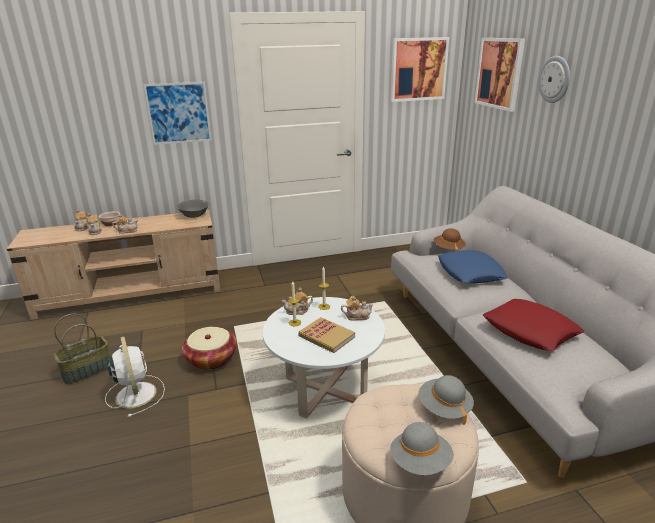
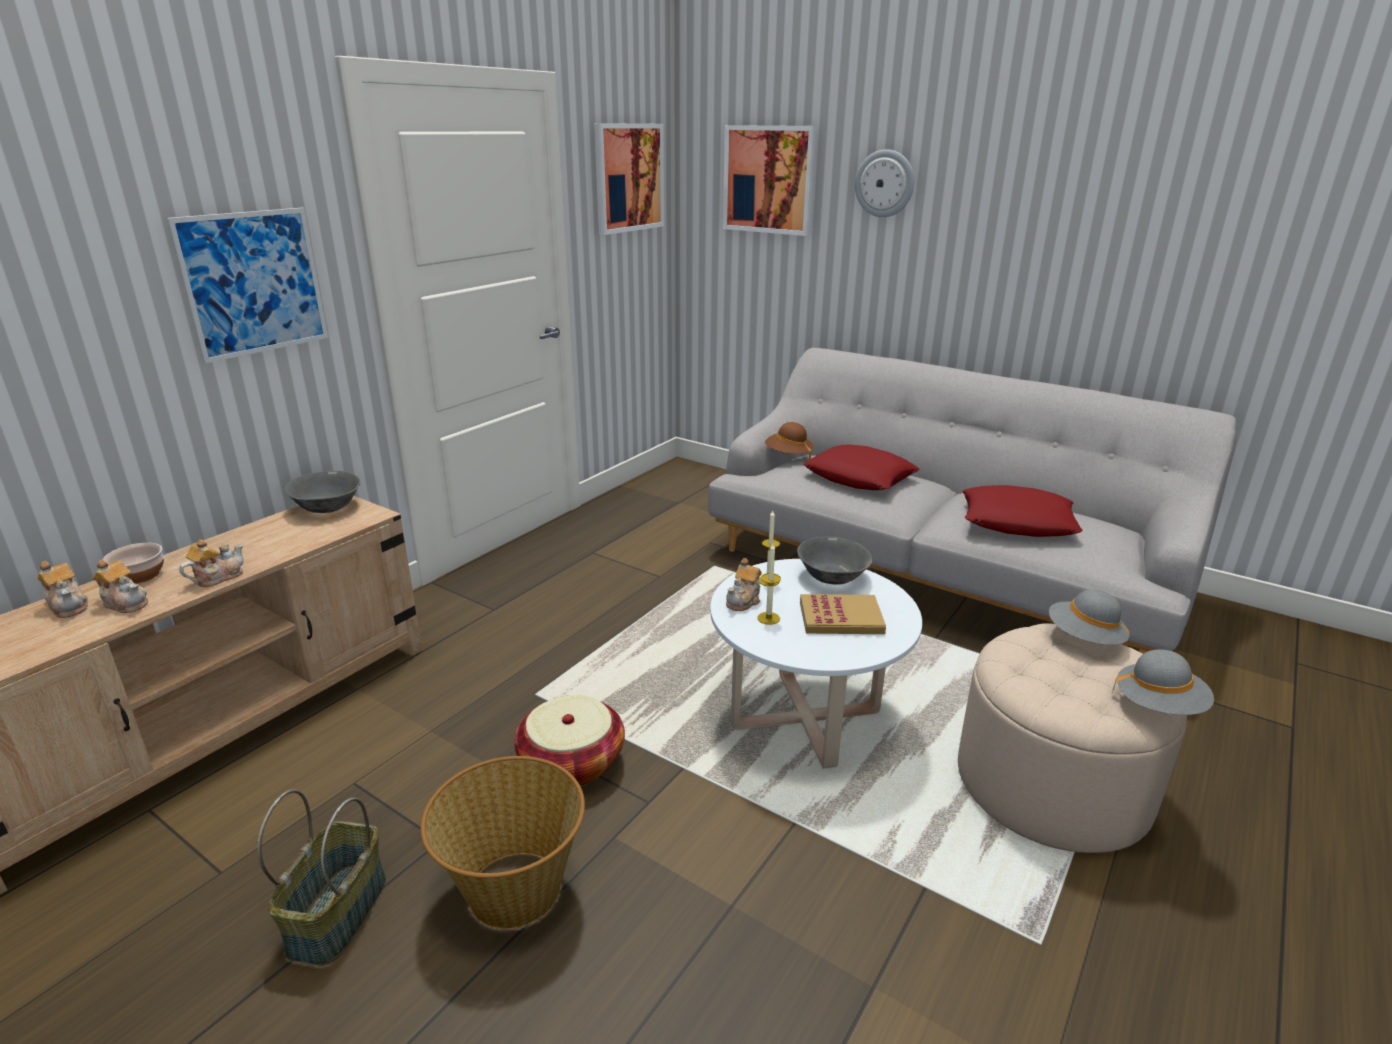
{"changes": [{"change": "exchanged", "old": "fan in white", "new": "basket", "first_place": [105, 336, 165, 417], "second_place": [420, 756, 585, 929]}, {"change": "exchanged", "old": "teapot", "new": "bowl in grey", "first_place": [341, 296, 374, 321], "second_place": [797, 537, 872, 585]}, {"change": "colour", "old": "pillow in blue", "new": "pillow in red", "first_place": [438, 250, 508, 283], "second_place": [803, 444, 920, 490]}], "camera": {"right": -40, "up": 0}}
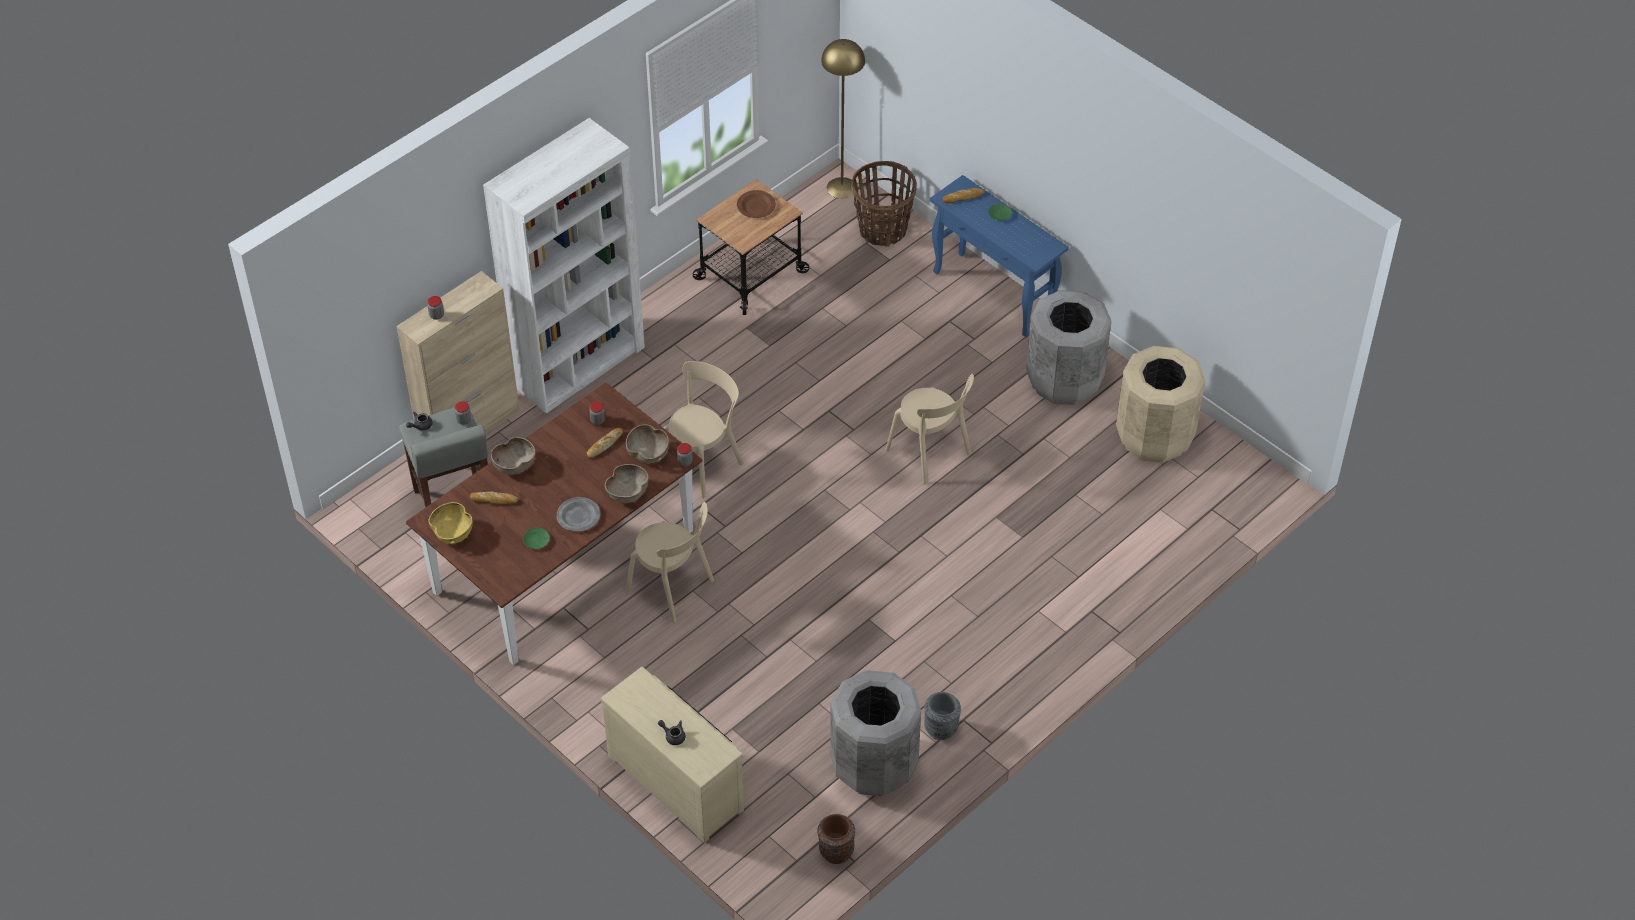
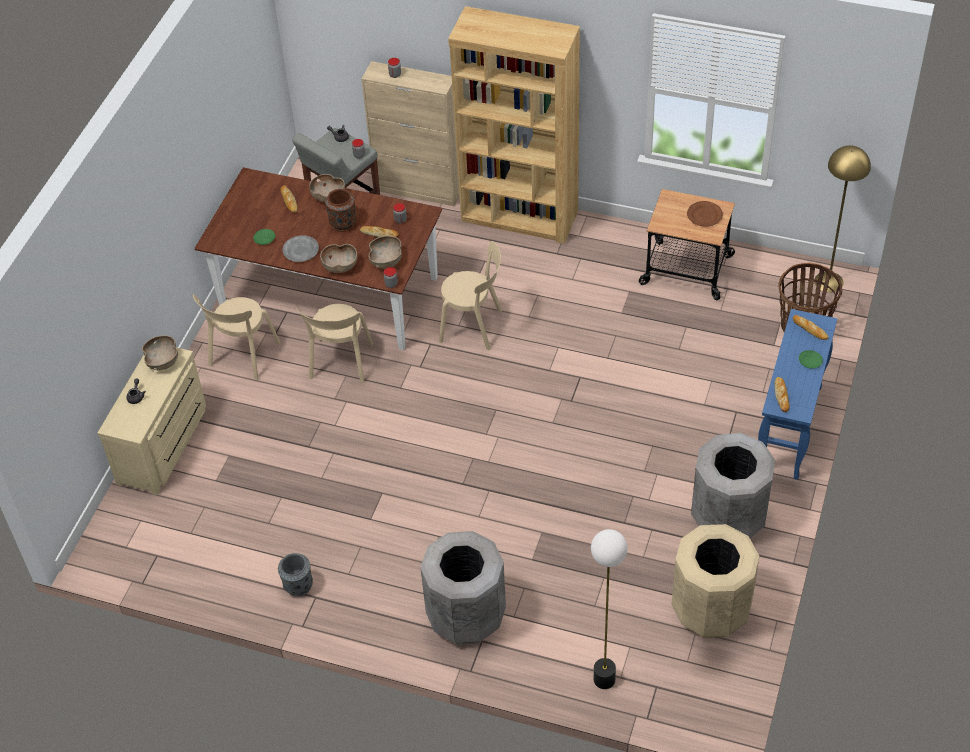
{"changes": [{"change": "appeared", "new": "bowl in brown", "second_place": [142, 335, 178, 370]}, {"change": "relocated", "old": "chair in beige", "first_place": [885, 374, 974, 485], "second_place": [193, 294, 280, 380]}, {"change": "relocated", "old": "vase in brown", "first_place": [817, 814, 855, 864], "second_place": [325, 189, 357, 232]}, {"change": "relocated", "old": "trash can in grey", "first_place": [830, 670, 921, 796], "second_place": [420, 531, 506, 645]}, {"change": "colour", "old": "bookcase in white", "new": "bookcase in brown", "first_place": [483, 118, 645, 413], "second_place": [448, 6, 580, 244]}, {"change": "appeared", "new": "floor lamp", "second_place": [591, 529, 628, 689]}, {"change": "appeared", "new": "bread", "second_place": [774, 377, 790, 412]}, {"change": "missing", "old": "bowl in yellow", "first_place": [429, 502, 473, 544]}], "camera": {"right": 65, "up": 0}}
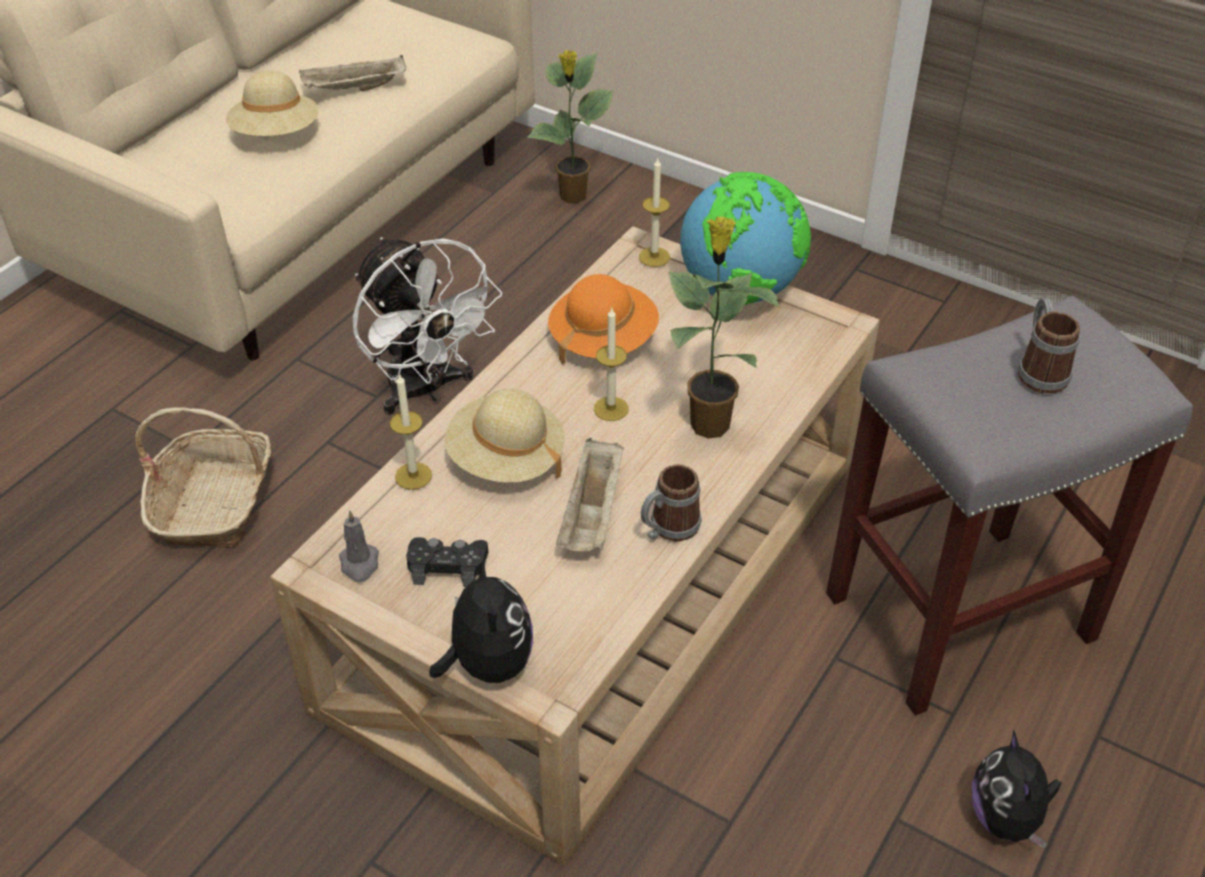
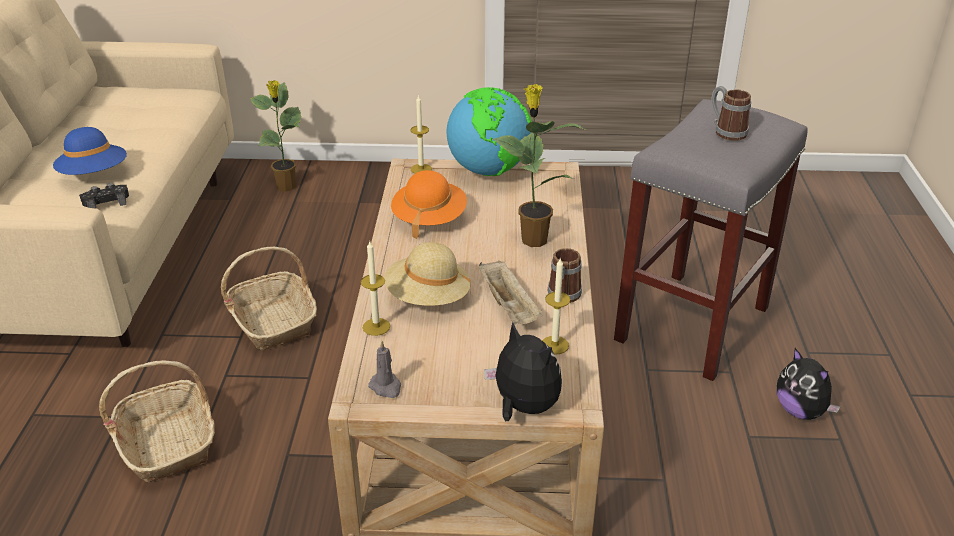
{"changes": [{"change": "colour", "old": "hat in beige", "new": "hat in blue", "first_place": [226, 71, 319, 136], "second_place": [53, 127, 127, 175]}, {"change": "relocated", "old": "game controller in black", "first_place": [406, 537, 489, 587], "second_place": [79, 183, 129, 209]}, {"change": "exchanged", "old": "fan in white", "new": "basket", "first_place": [353, 237, 502, 415], "second_place": [221, 247, 317, 351]}, {"change": "relocated", "old": "candle", "first_place": [594, 307, 629, 421], "second_place": [542, 259, 570, 354]}, {"change": "missing", "old": "tray in beige", "first_place": [299, 55, 406, 91]}], "camera": {"right": -30, "up": -10}}
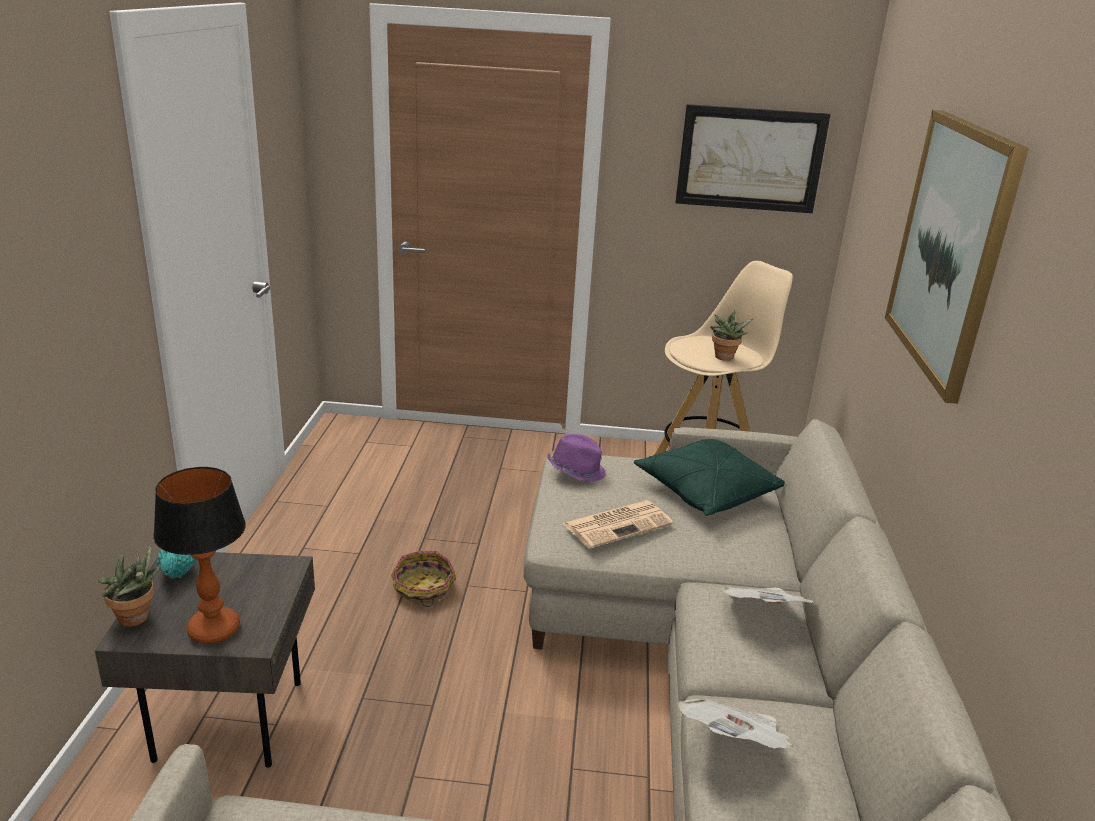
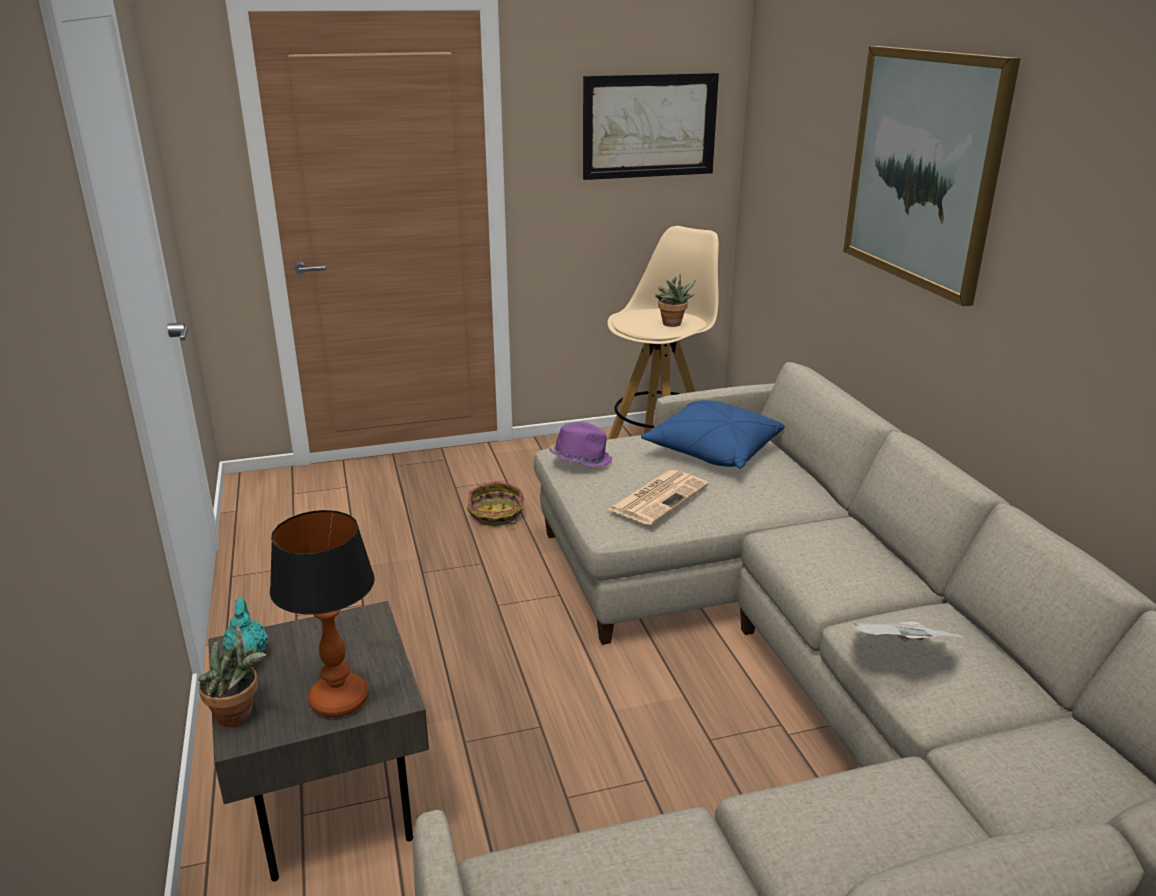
{"changes": [{"change": "relocated", "old": "basket", "first_place": [391, 551, 456, 607], "second_place": [467, 481, 524, 526]}, {"change": "colour", "old": "pillow in green", "new": "pillow in blue", "first_place": [634, 439, 785, 516], "second_place": [641, 400, 785, 469]}, {"change": "missing", "old": "newspaper", "first_place": [721, 586, 814, 604]}], "camera": {"right": -20, "up": 0}}
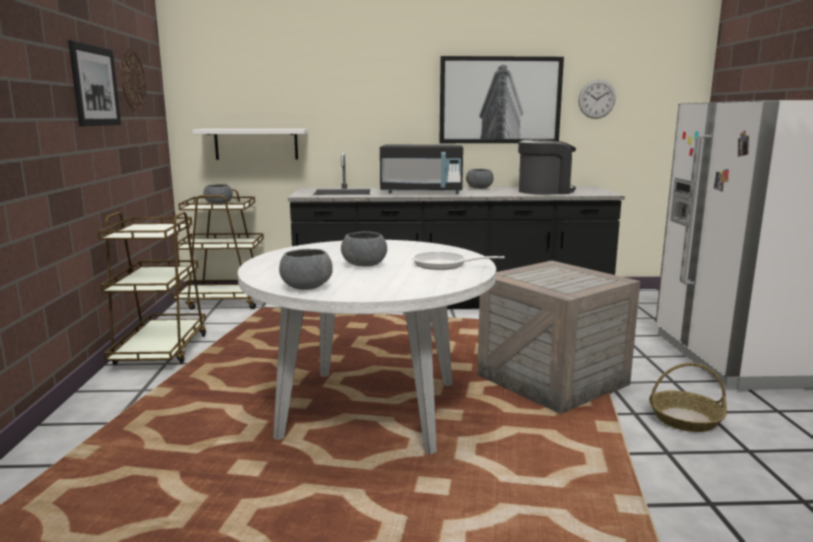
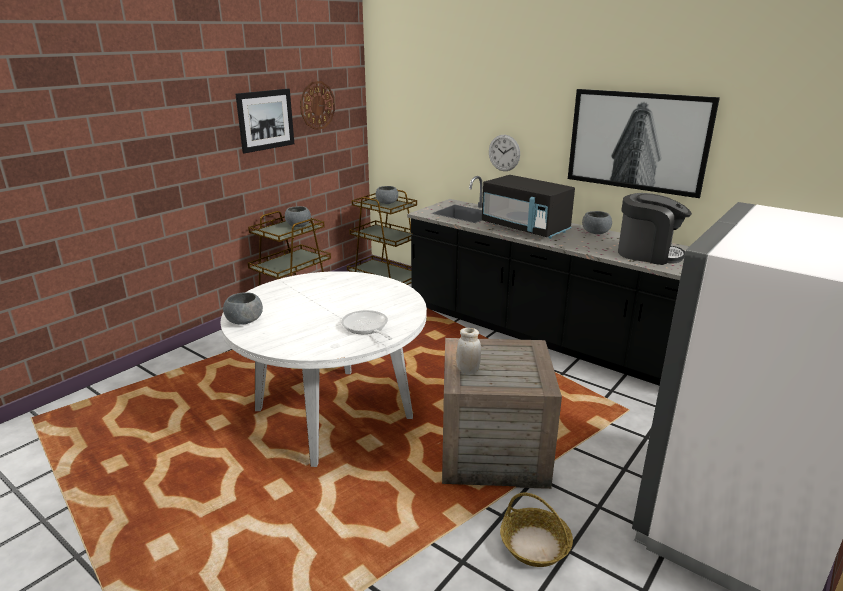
{"changes": [{"change": "relocated", "old": "bowl in grey", "first_place": [341, 231, 387, 267], "second_place": [285, 206, 311, 227]}, {"change": "appeared", "new": "jar in white", "second_place": [456, 328, 481, 374]}, {"change": "relocated", "old": "wall clock", "first_place": [578, 80, 616, 119], "second_place": [489, 135, 520, 171]}, {"change": "missing", "old": "shelf in white", "first_place": [192, 129, 308, 160]}], "camera": {"right": 40, "up": 10}}
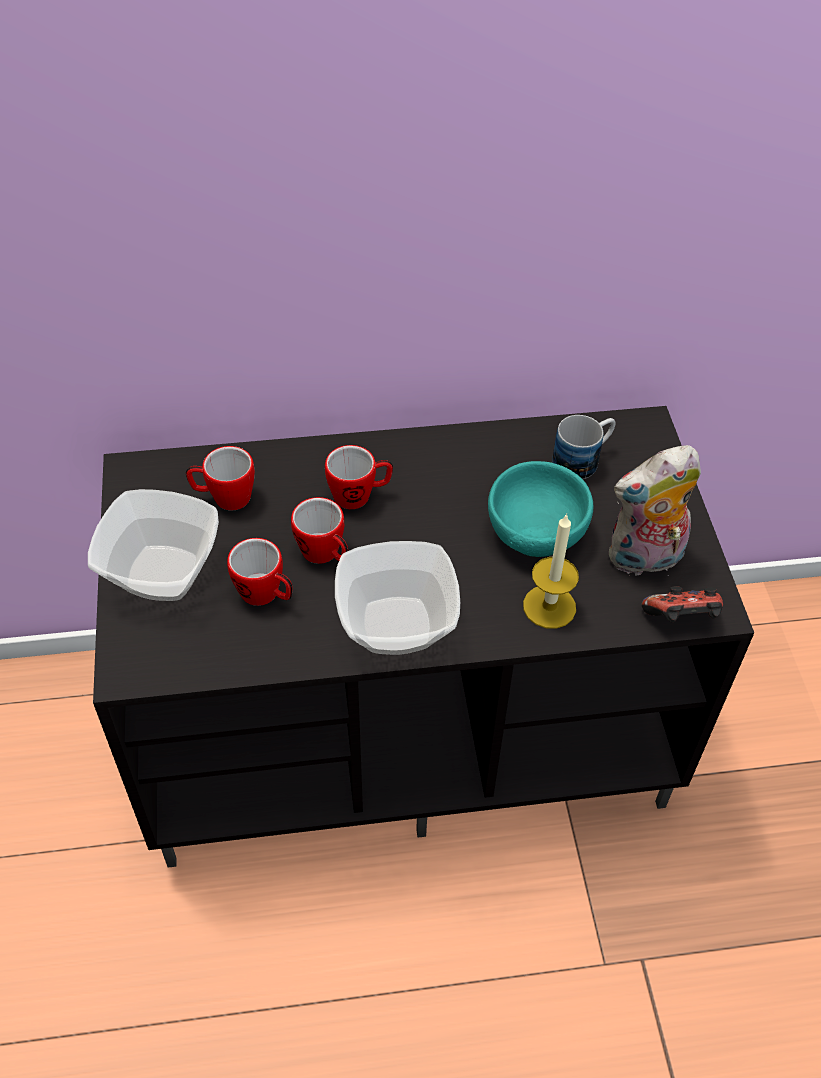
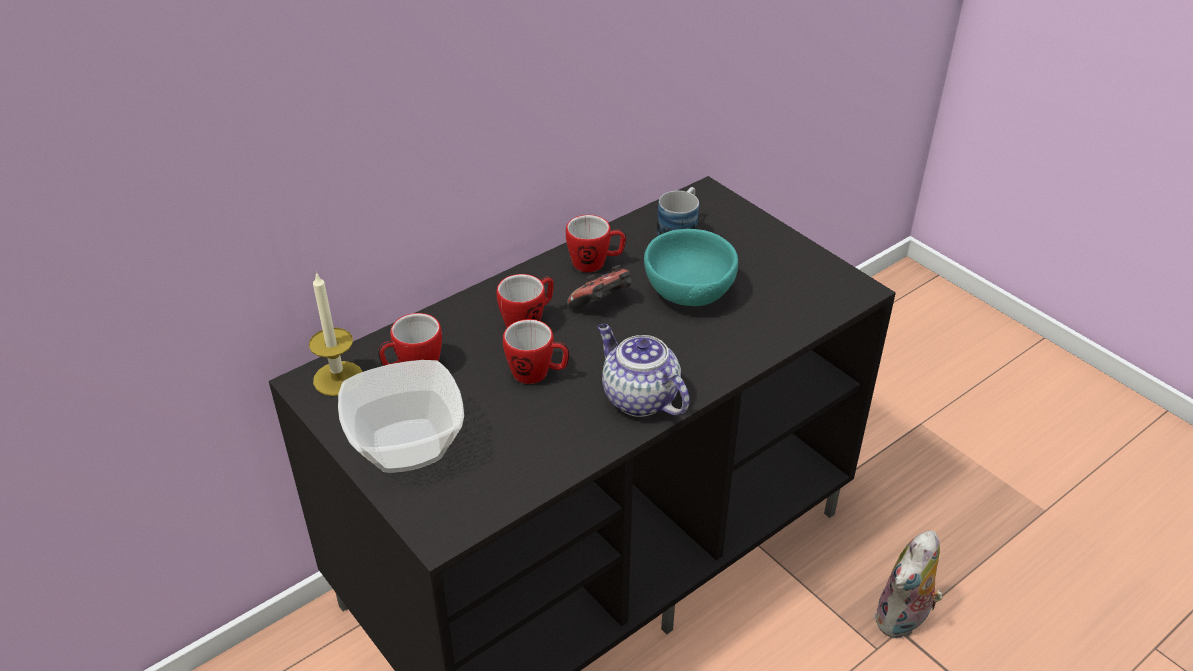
{"changes": [{"change": "relocated", "old": "candle", "first_place": [523, 513, 579, 629], "second_place": [309, 272, 363, 396]}, {"change": "relocated", "old": "mug", "first_place": [227, 538, 293, 606], "second_place": [566, 215, 626, 272]}, {"change": "relocated", "old": "game controller", "first_place": [642, 586, 723, 622], "second_place": [567, 265, 632, 309]}, {"change": "exchanged", "old": "bowl", "new": "teapot", "first_place": [335, 541, 460, 655], "second_place": [597, 324, 690, 417]}, {"change": "relocated", "old": "plush toy", "first_place": [609, 445, 701, 576], "second_place": [873, 530, 942, 638]}], "camera": {"right": -30, "up": -10}}
